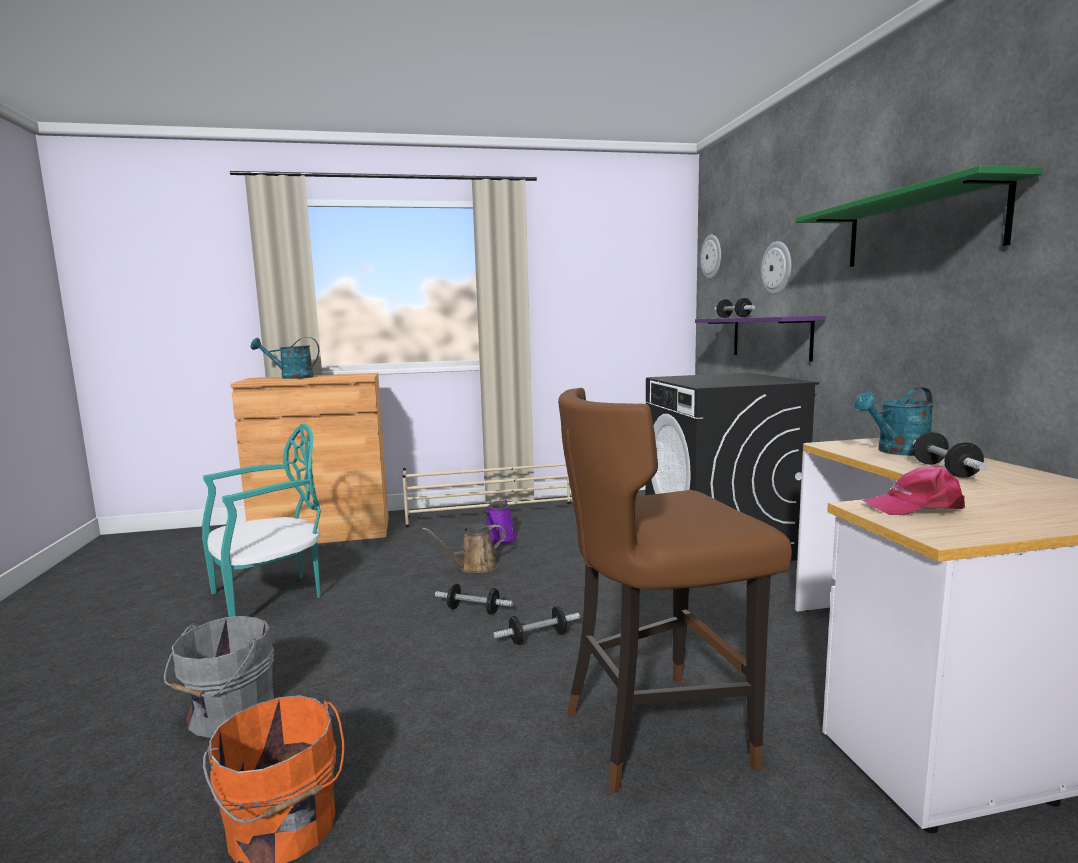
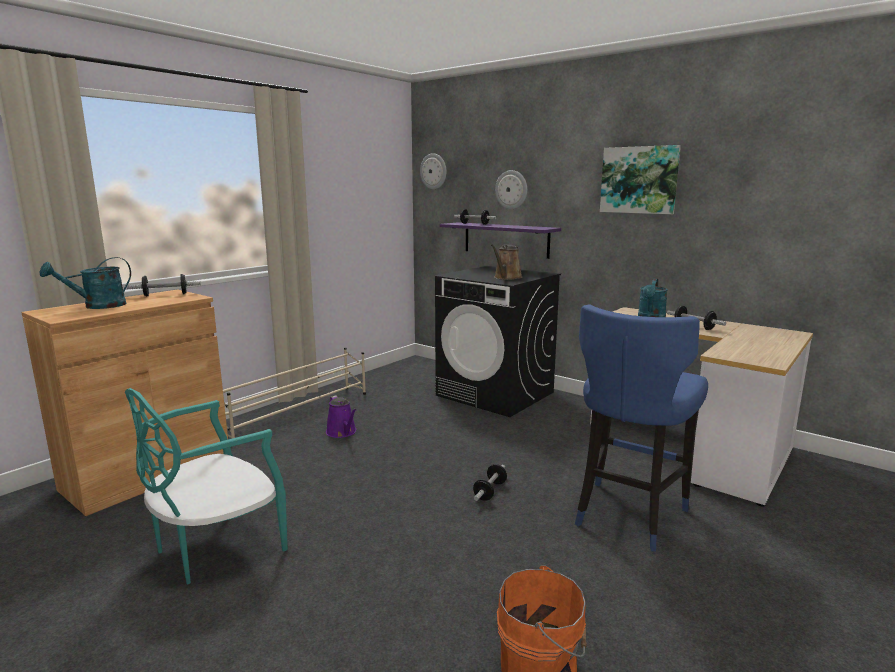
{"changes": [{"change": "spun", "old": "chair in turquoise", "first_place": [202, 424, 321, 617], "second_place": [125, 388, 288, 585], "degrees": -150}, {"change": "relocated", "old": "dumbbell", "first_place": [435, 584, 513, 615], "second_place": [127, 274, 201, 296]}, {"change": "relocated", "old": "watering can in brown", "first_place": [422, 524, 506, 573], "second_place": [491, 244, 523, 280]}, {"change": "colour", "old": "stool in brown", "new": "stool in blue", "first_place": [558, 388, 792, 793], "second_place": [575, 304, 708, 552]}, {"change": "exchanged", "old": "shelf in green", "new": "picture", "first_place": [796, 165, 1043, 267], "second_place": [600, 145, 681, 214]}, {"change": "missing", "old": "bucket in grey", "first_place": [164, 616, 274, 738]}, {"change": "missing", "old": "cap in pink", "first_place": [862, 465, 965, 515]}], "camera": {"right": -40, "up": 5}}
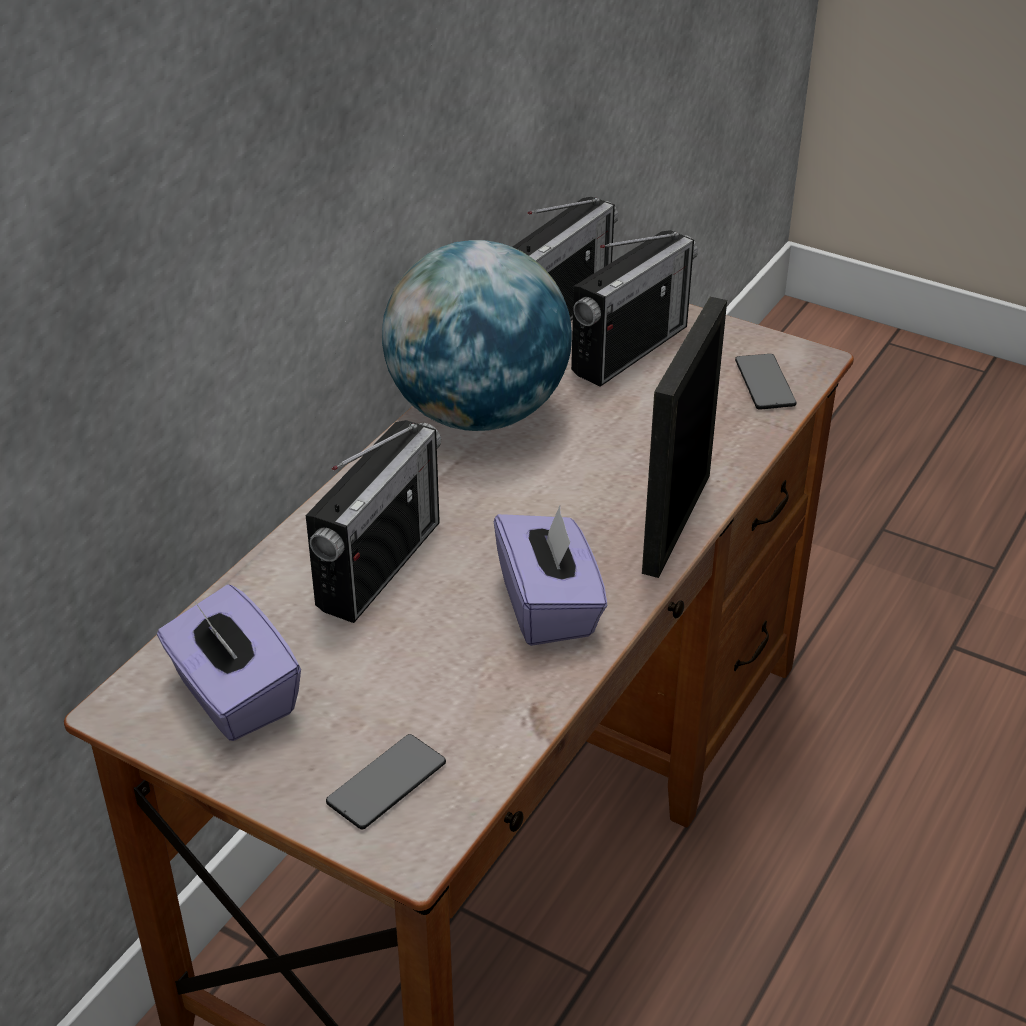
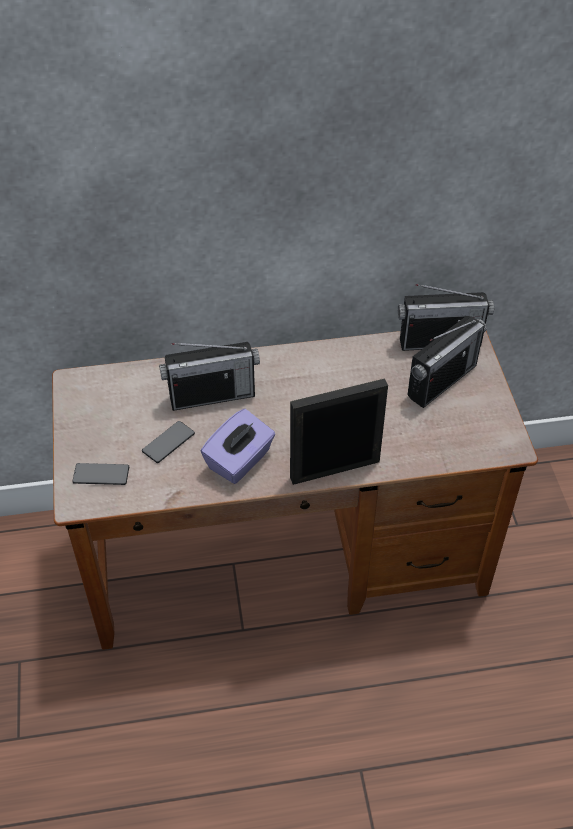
{"changes": [{"change": "relocated", "old": "phone", "first_place": [735, 354, 796, 410], "second_place": [142, 421, 195, 463]}, {"change": "spun", "old": "radio", "first_place": [571, 230, 698, 387], "second_place": [407, 316, 487, 408], "degrees": -45}, {"change": "missing", "old": "tissue box in purple", "first_place": [157, 585, 301, 741]}, {"change": "missing", "old": "globe", "first_place": [382, 240, 572, 431]}], "camera": {"right": 50, "up": 10}}
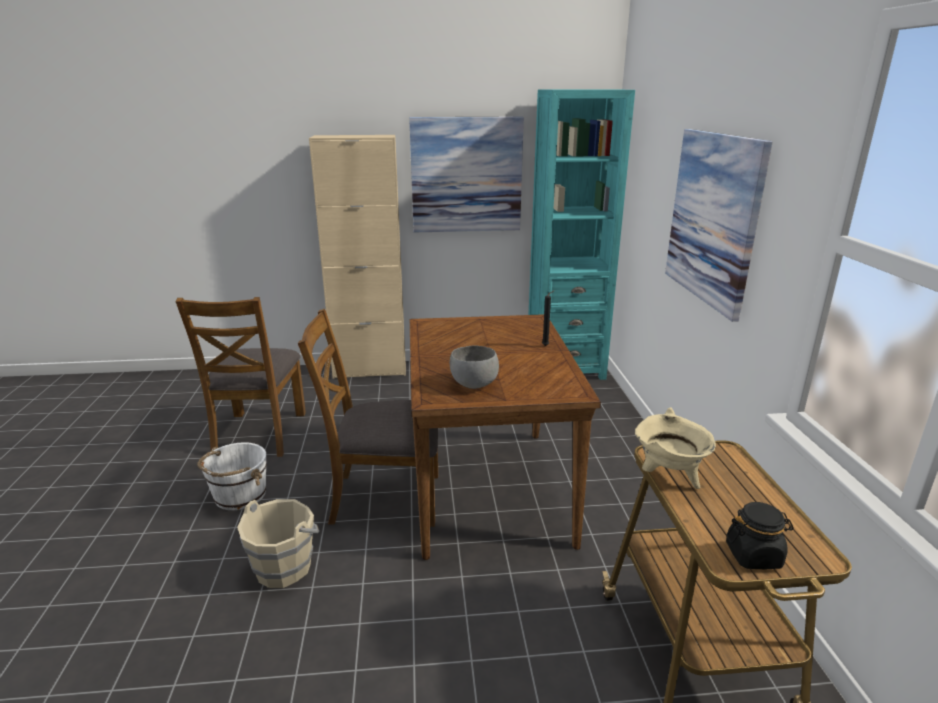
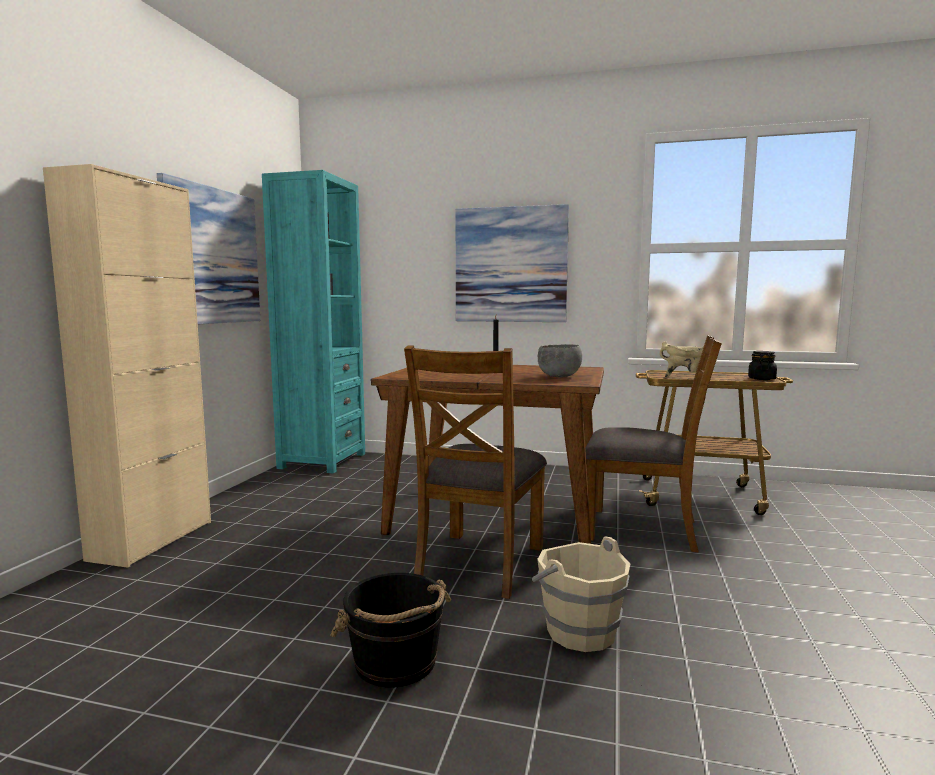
{"changes": [{"change": "colour", "old": "bucket in white", "new": "bucket in black", "first_place": [197, 442, 266, 510], "second_place": [330, 573, 451, 688]}, {"change": "relocated", "old": "chair in brown", "first_place": [175, 297, 306, 457], "second_place": [585, 335, 722, 552]}], "camera": {"right": -70, "up": -15}}
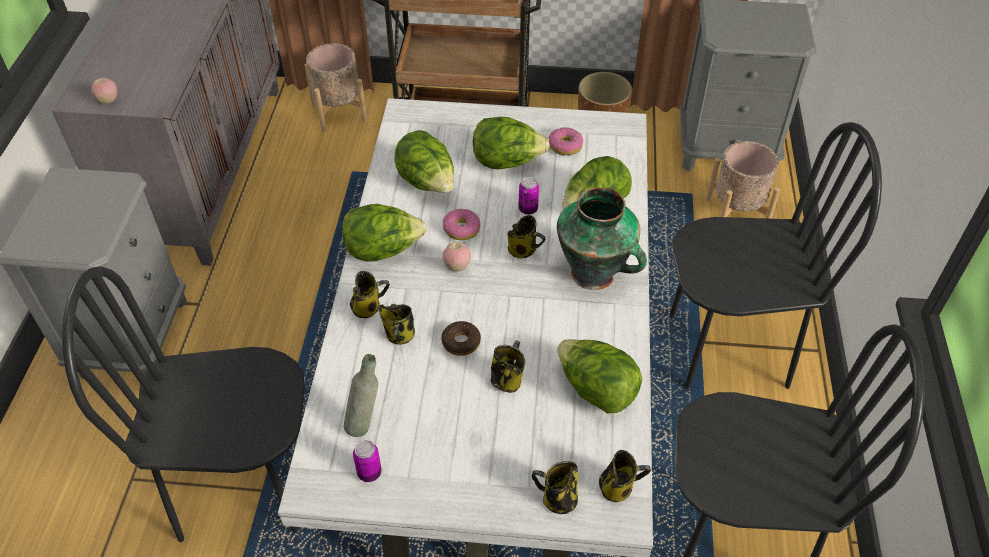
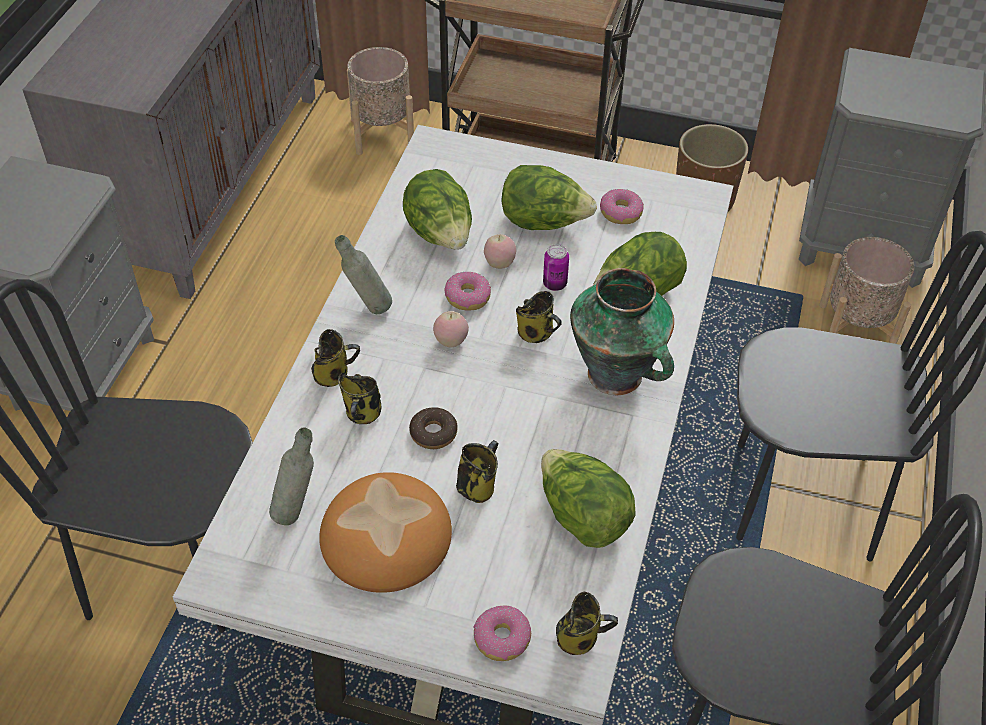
{"changes": [{"change": "appeared", "new": "bread", "second_place": [319, 472, 452, 593]}, {"change": "exchanged", "old": "lettuce", "new": "bottle in grey", "first_place": [342, 204, 427, 262], "second_place": [335, 235, 392, 314]}, {"change": "exchanged", "old": "mug", "new": "donut", "first_place": [532, 461, 578, 514], "second_place": [473, 606, 531, 661]}, {"change": "relocated", "old": "apple", "first_place": [91, 78, 118, 104], "second_place": [484, 234, 516, 269]}, {"change": "missing", "old": "can", "first_place": [353, 440, 382, 482]}], "camera": {"right": 10, "up": 0}}
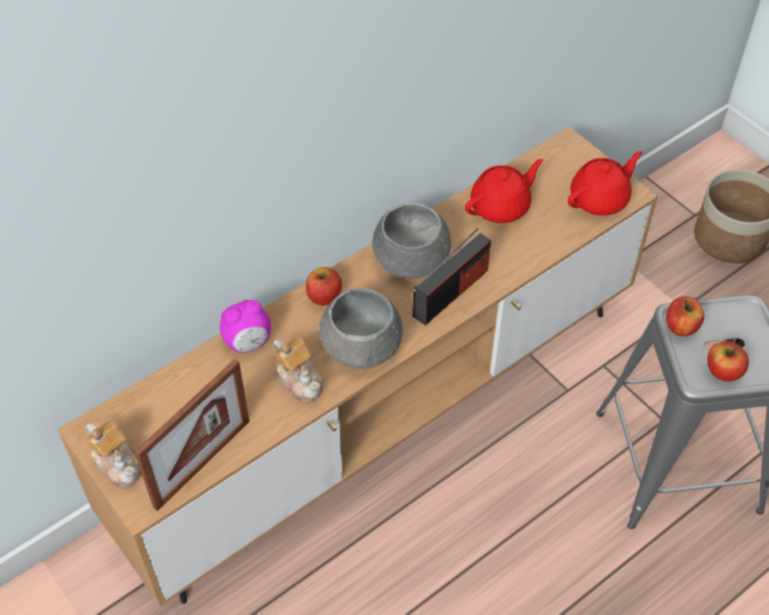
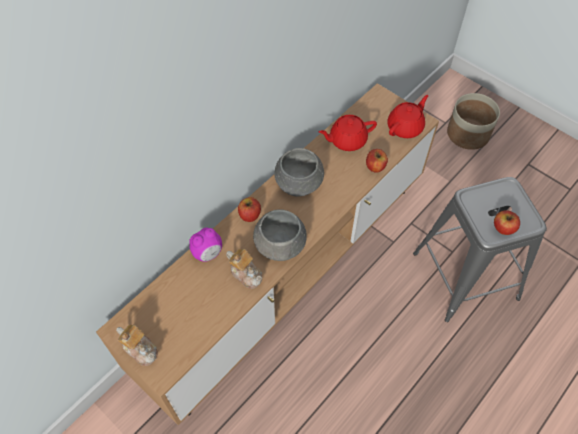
{"changes": [{"change": "spun", "old": "teapot in red", "first_place": [465, 159, 543, 223], "second_place": [319, 115, 377, 151], "degrees": -150}, {"change": "relocated", "old": "apple", "first_place": [666, 296, 704, 337], "second_place": [366, 149, 388, 173]}, {"change": "missing", "old": "picture frame", "first_place": [134, 359, 250, 511]}, {"change": "missing", "old": "radio", "first_place": [412, 228, 491, 326]}], "camera": {"right": -10, "up": 5}}
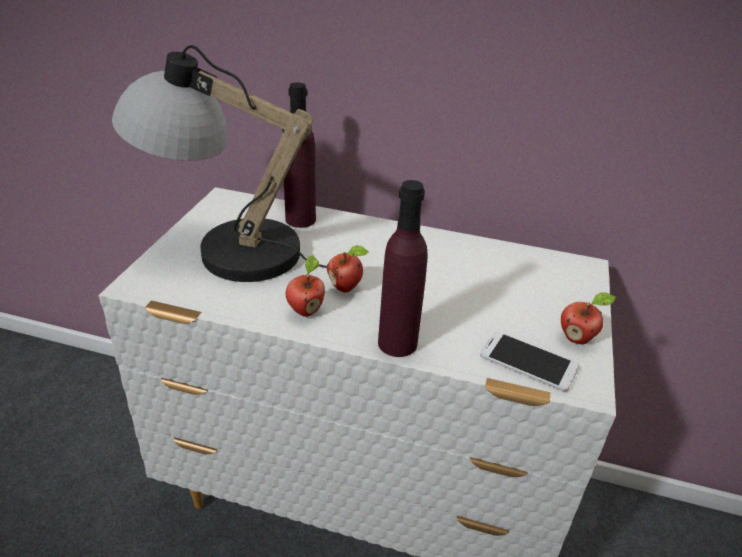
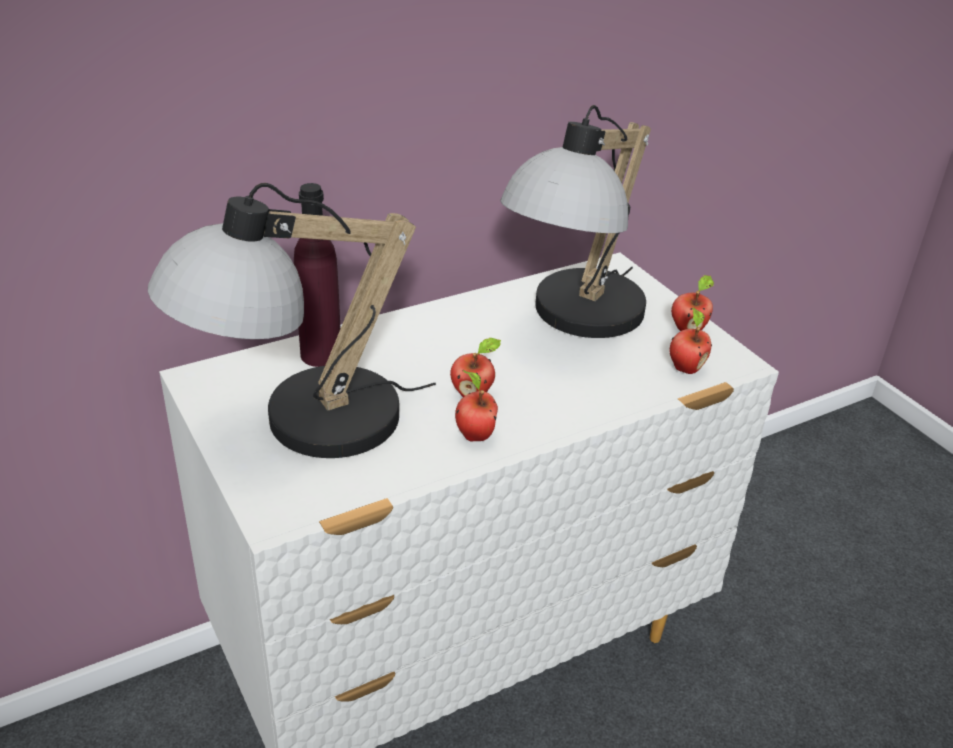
{"changes": [{"change": "appeared", "new": "table lamp", "second_place": [500, 105, 651, 338]}, {"change": "exchanged", "old": "phone", "new": "apple", "first_place": [480, 332, 579, 392], "second_place": [670, 307, 712, 374]}, {"change": "missing", "old": "bottle in purple", "first_place": [378, 180, 428, 357]}], "camera": {"right": -45, "up": 0}}
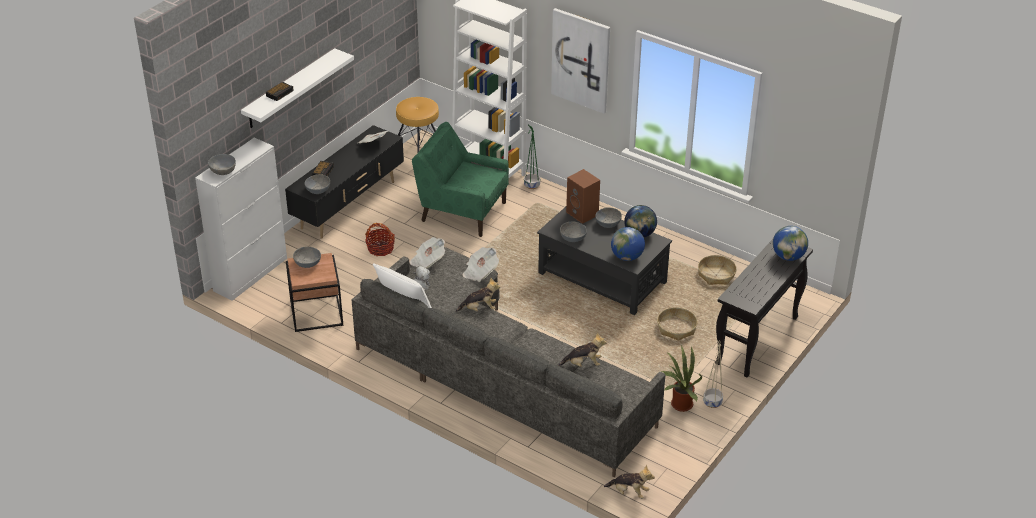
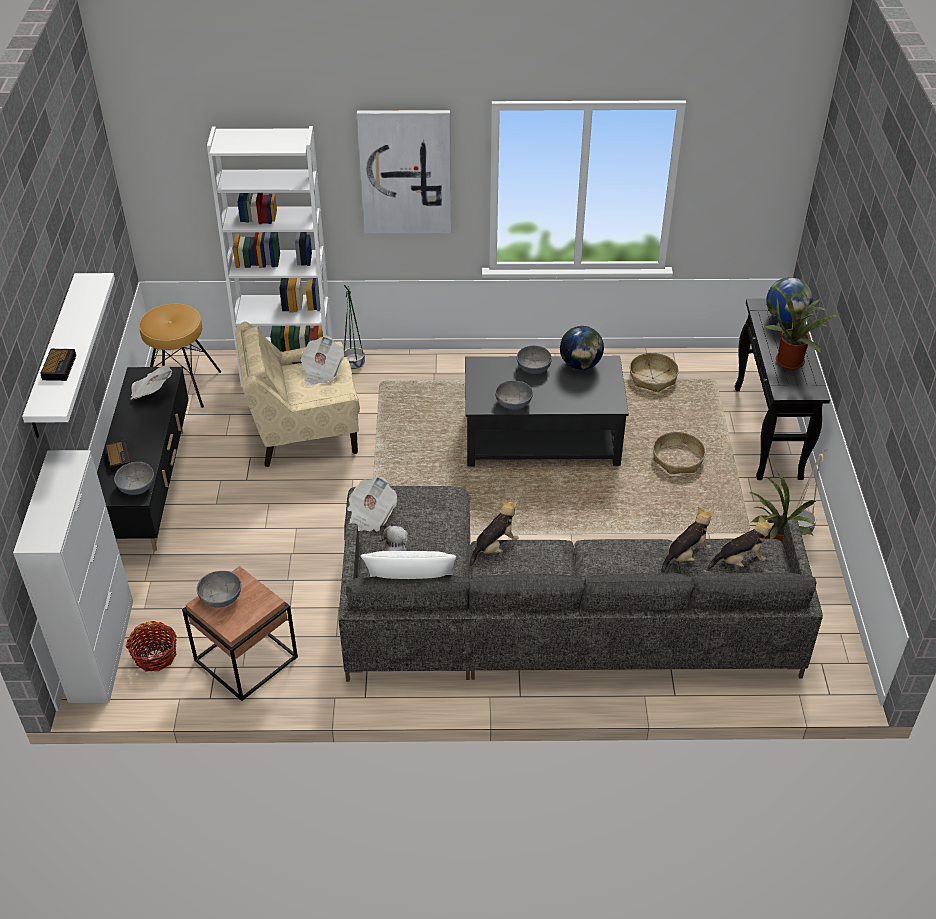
{"changes": [{"change": "relocated", "old": "basket", "first_place": [365, 223, 395, 256], "second_place": [126, 621, 177, 671]}, {"change": "colour", "old": "armchair in green", "new": "armchair in beige", "first_place": [412, 122, 509, 237], "second_place": [235, 321, 360, 467]}, {"change": "relocated", "old": "newspaper", "first_place": [463, 247, 499, 282], "second_place": [300, 336, 345, 385]}, {"change": "relocated", "old": "plush toy", "first_place": [604, 465, 655, 499], "second_place": [707, 515, 774, 570]}, {"change": "appeared", "new": "potted plant", "second_place": [765, 286, 841, 370]}, {"change": "missing", "old": "bowl in grey", "first_place": [208, 154, 236, 175]}, {"change": "missing", "old": "speaker in brown", "first_place": [566, 169, 600, 224]}, {"change": "missing", "old": "globe", "first_place": [611, 227, 645, 261]}], "camera": {"right": -35, "up": 5}}
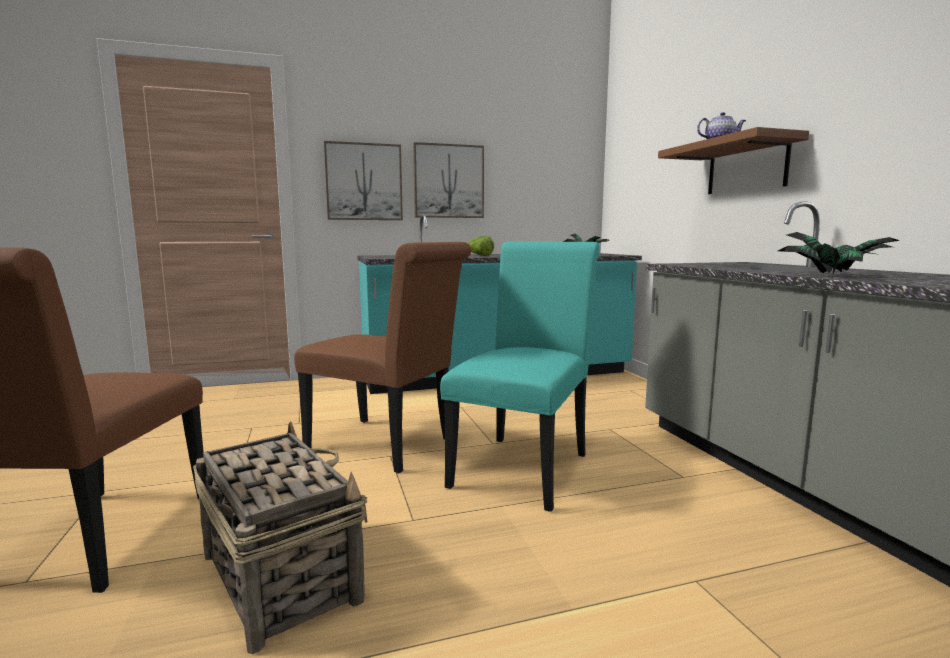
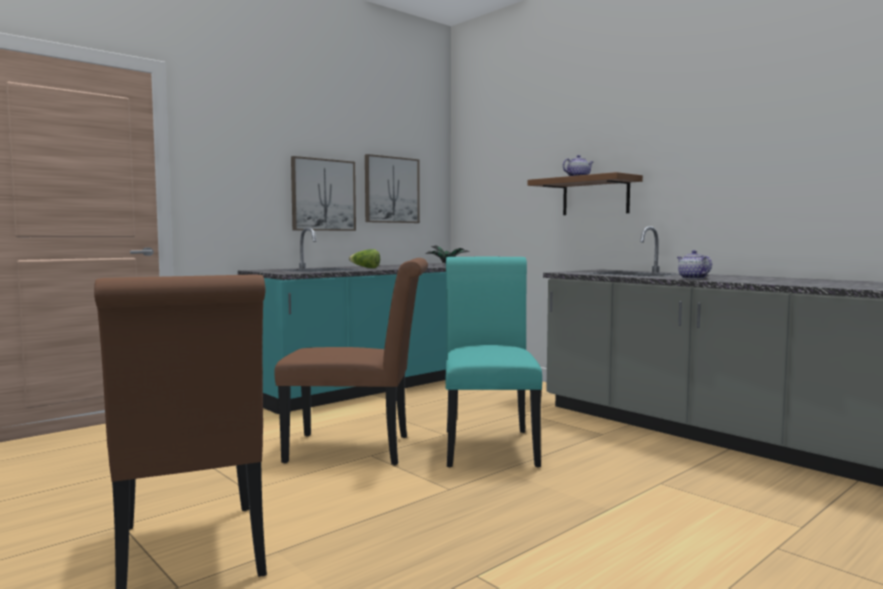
{"changes": [{"change": "relocated", "old": "picture", "first_place": [324, 141, 403, 220], "second_place": [365, 154, 420, 223]}, {"change": "exchanged", "old": "potted plant", "new": "teapot", "first_place": [778, 232, 900, 276], "second_place": [677, 250, 712, 279]}, {"change": "missing", "old": "basket", "first_place": [193, 421, 367, 654]}], "camera": {"right": -25, "up": -5}}
